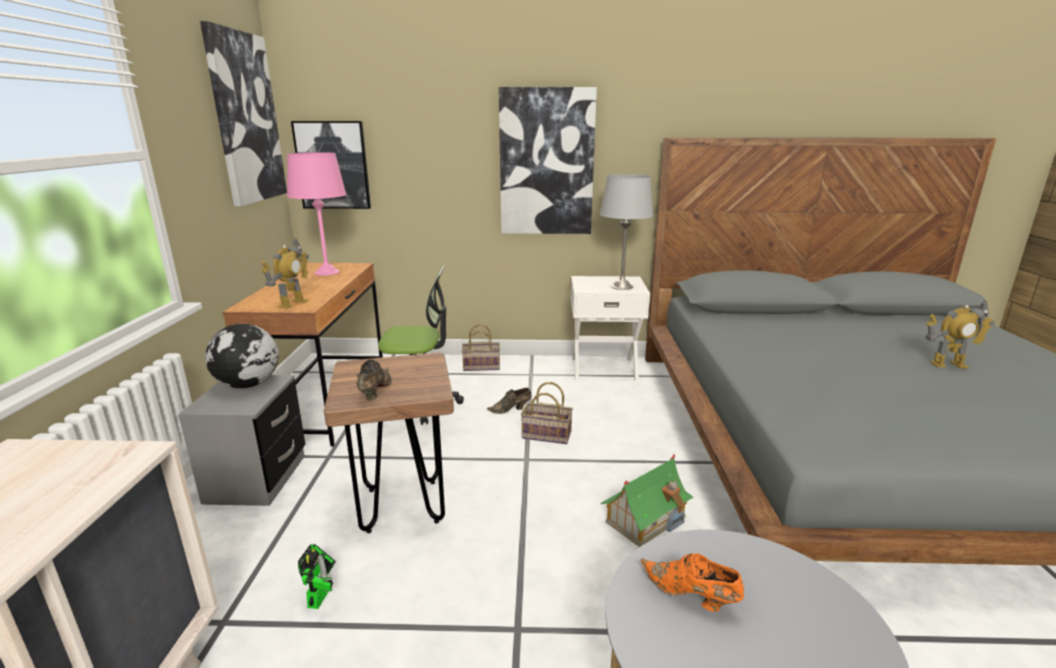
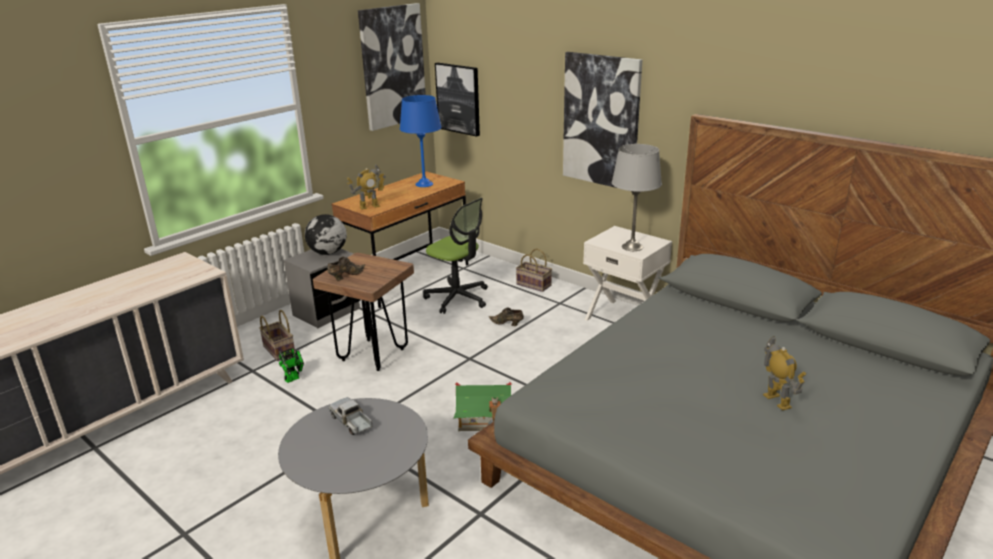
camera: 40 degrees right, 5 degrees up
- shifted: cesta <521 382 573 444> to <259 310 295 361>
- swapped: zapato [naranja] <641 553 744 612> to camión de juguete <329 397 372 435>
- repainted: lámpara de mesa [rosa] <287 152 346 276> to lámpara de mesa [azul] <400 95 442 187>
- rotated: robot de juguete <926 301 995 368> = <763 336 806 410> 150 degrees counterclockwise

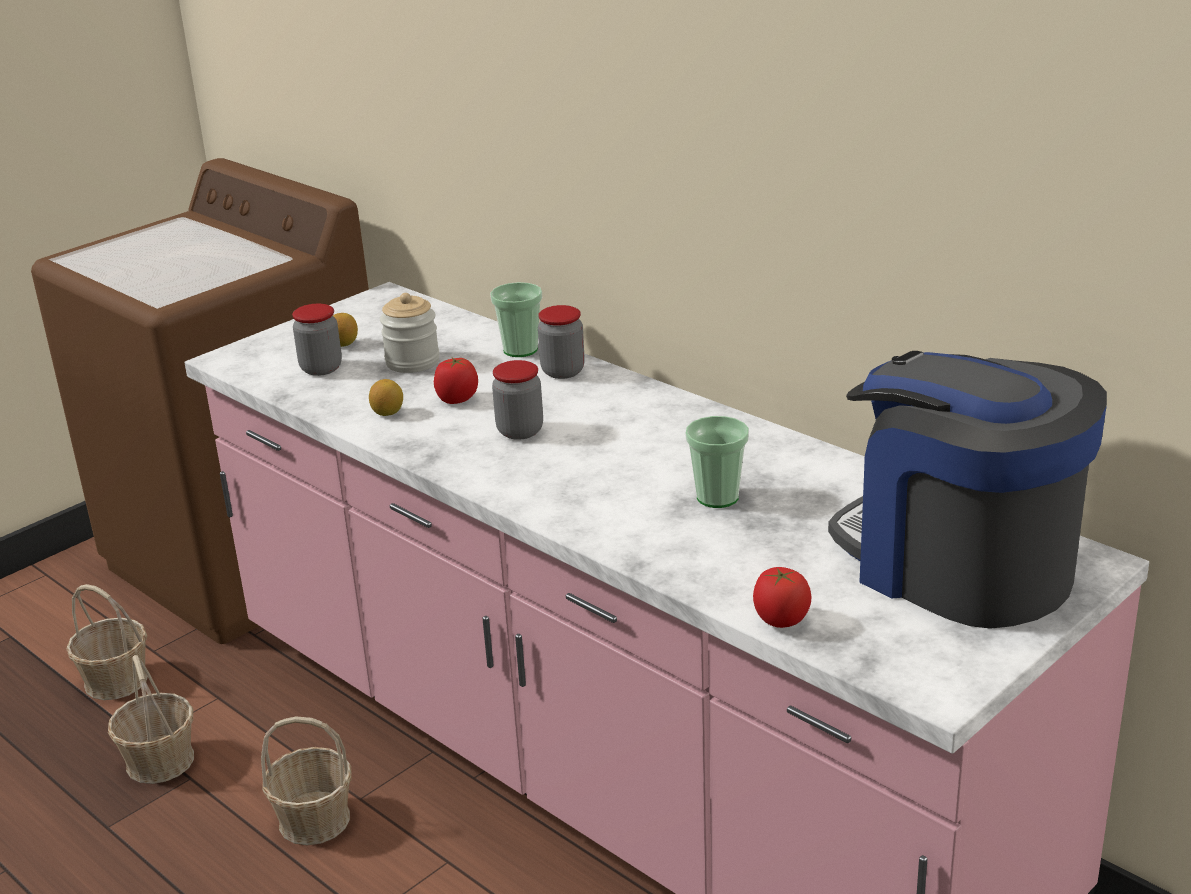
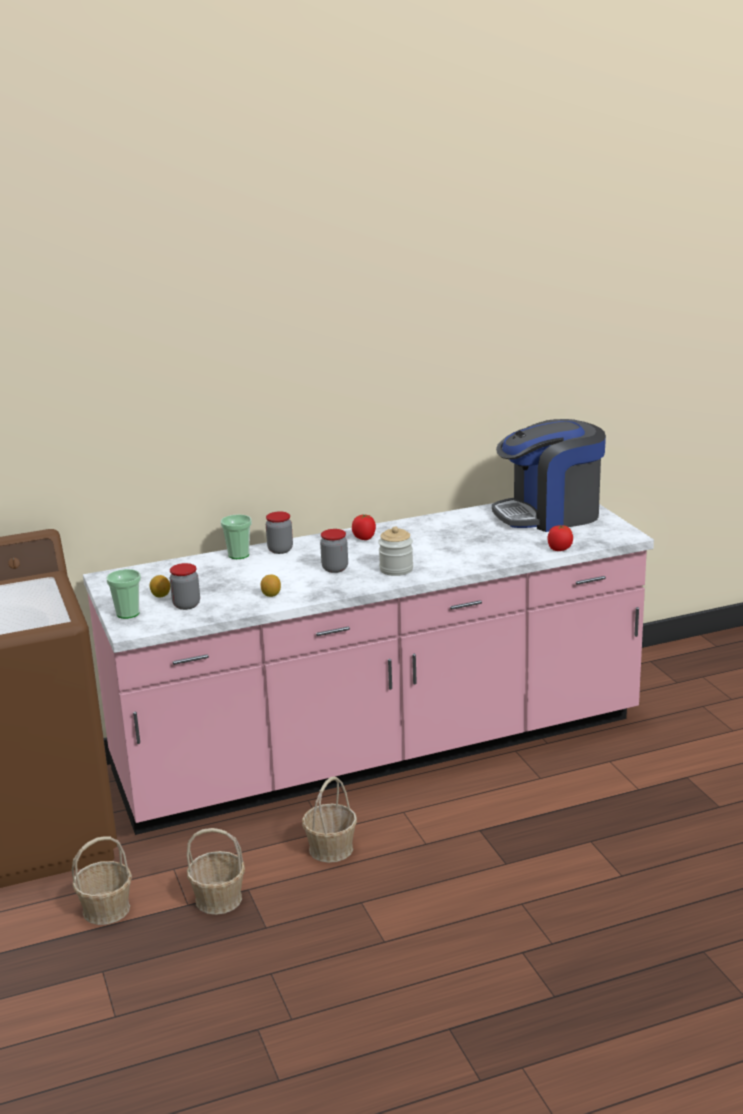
camera: 65 degrees left, 5 degrees down
- shifted: taza <685 416 749 508> to <106 569 141 619>
- shifted: tomate <434 358 478 404> to <352 515 376 540>
- shifted: tarro <380 293 440 373> to <378 526 413 576>

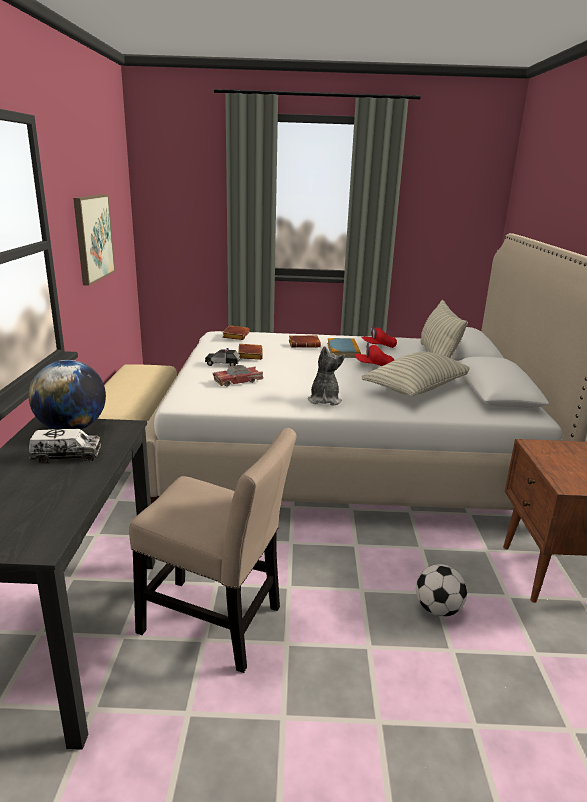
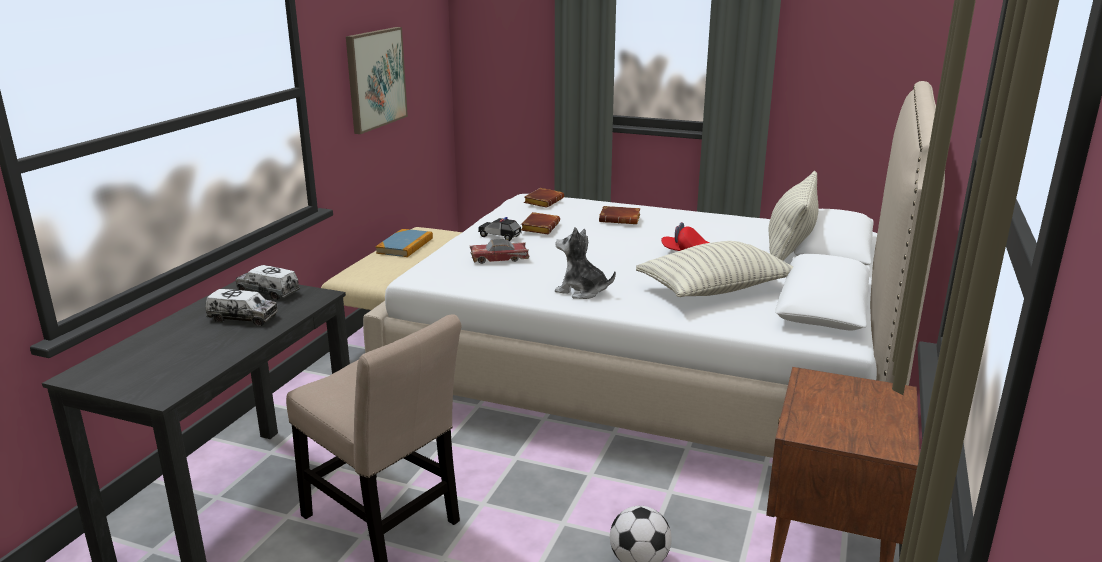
camera: 20 degrees right, 0 degrees up
- swapped: globo terráqueo <28 360 106 429> to camión de juguete <236 265 300 300>
- shifted: libro <327 338 361 358> to <375 229 433 257>
- rotated: peluche <308 346 345 406> = <555 227 616 299> 90 degrees counterclockwise
- gone: gorra [rojo] <362 325 397 348>

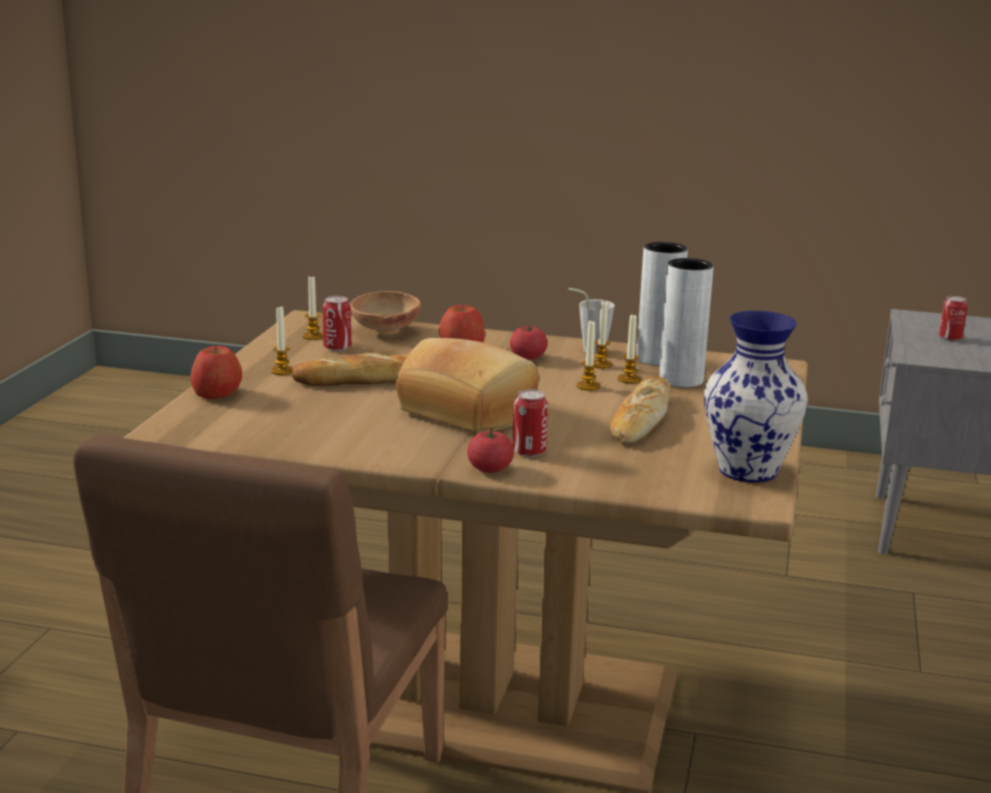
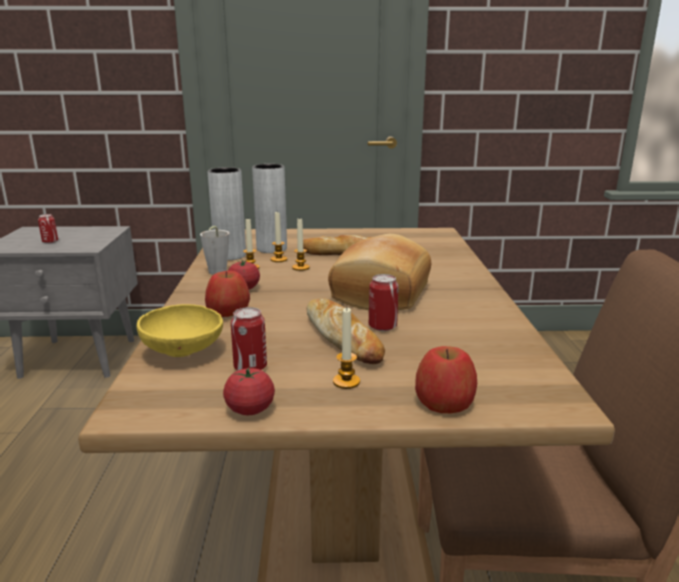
camera: 105 degrees left, 0 degrees up
- repainted: cuenco [marrón] <350 291 421 334> to cuenco [amarillo] <137 304 223 357>
- shifted: tomate <467 429 514 473> to <223 368 275 415>
- shifted: lata <513 389 548 457> to <369 274 399 331>
- gone: vela <302 275 323 340>
- gone: florero <704 311 808 483>

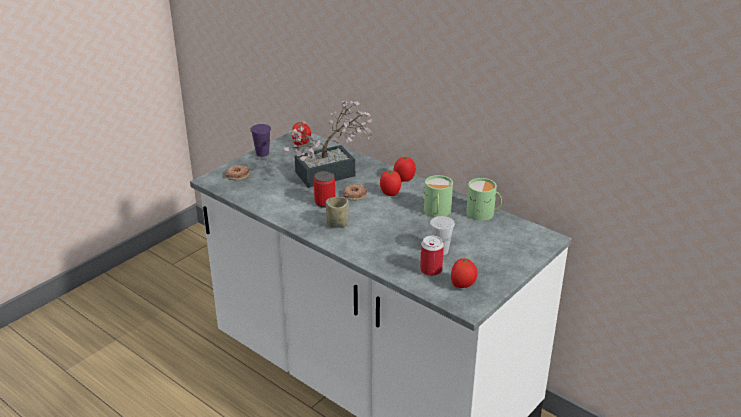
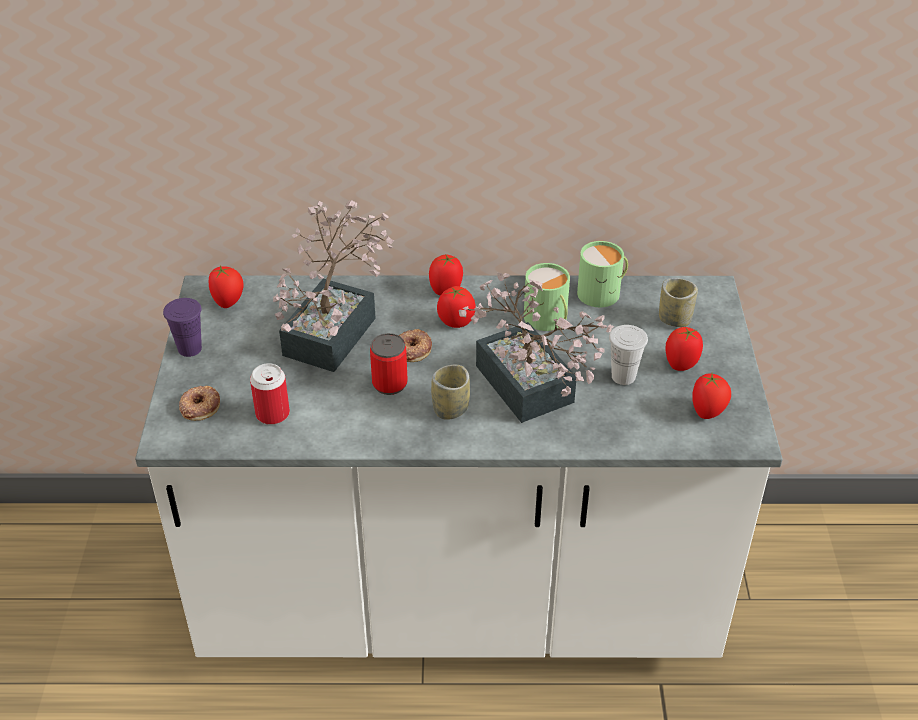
camera: 40 degrees left, 10 degrees up
- shifted: lata <420 235 444 276> to <250 363 290 425>
- new: planta en maceta <459 273 614 423>
- new: taza <659 278 698 327>
- new: tomate <666 327 703 371>

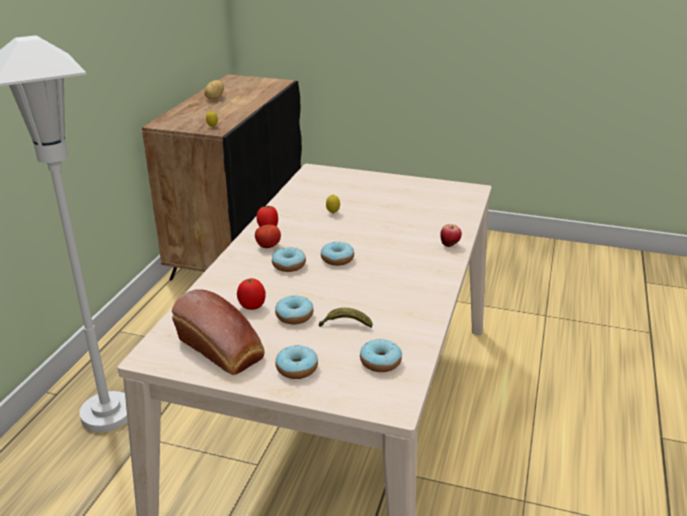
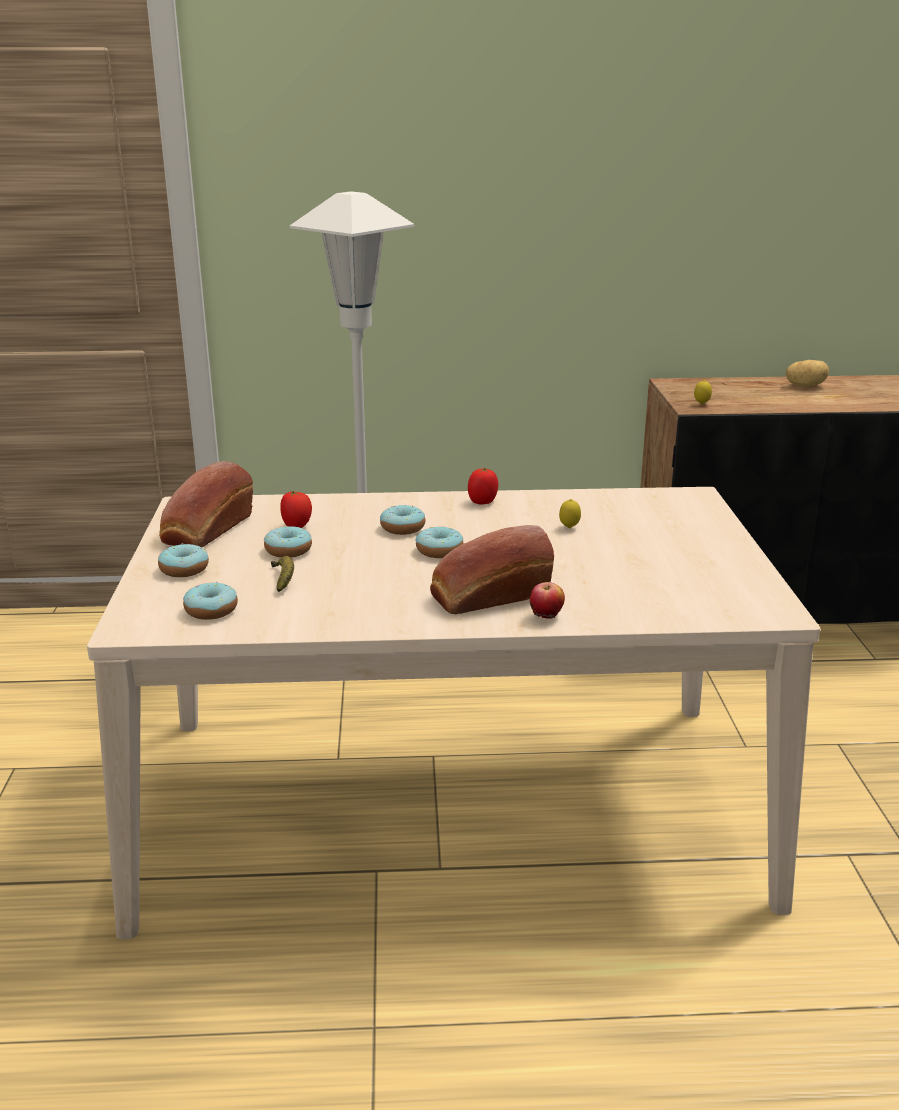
camera: 70 degrees right, 5 degrees down
- new: pan <430 525 554 614>
- gone: tomate <255 224 281 248>

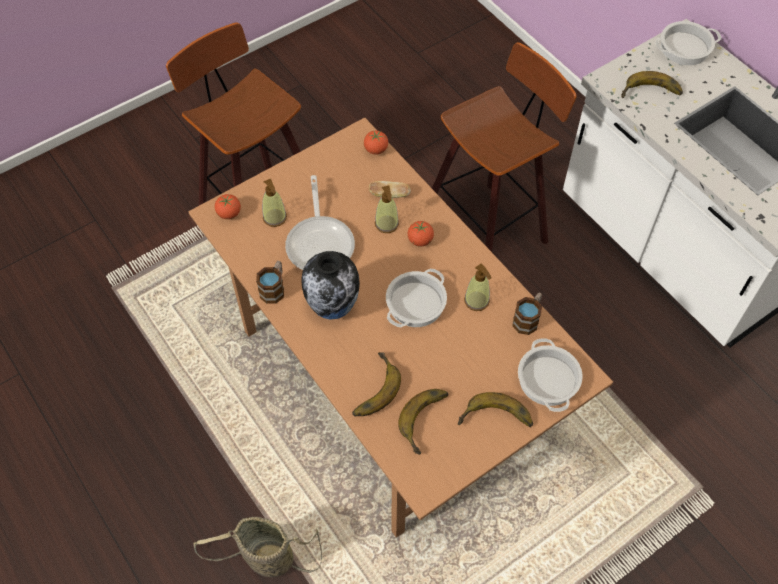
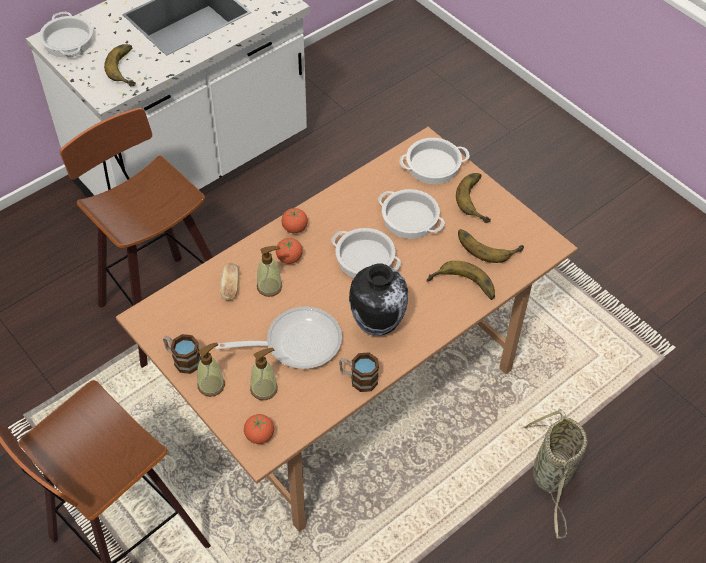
camera: 95 degrees left, 5 degrees down
- shifted: taza grande <512 293 542 335> to <163 334 201 374>
- shifted: dispensador de jabón <464 263 492 311> to <197 342 225 397>
- shifted: tomate <364 130 388 155> to <281 208 308 233>
- new: olla <378 189 445 239>

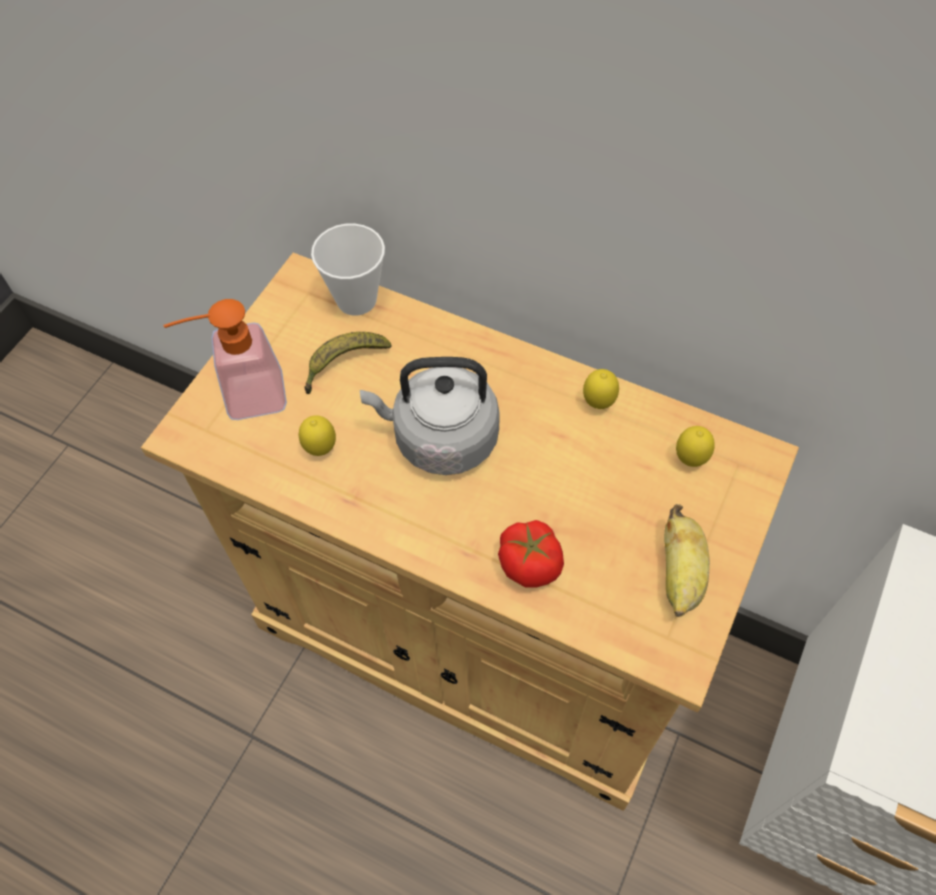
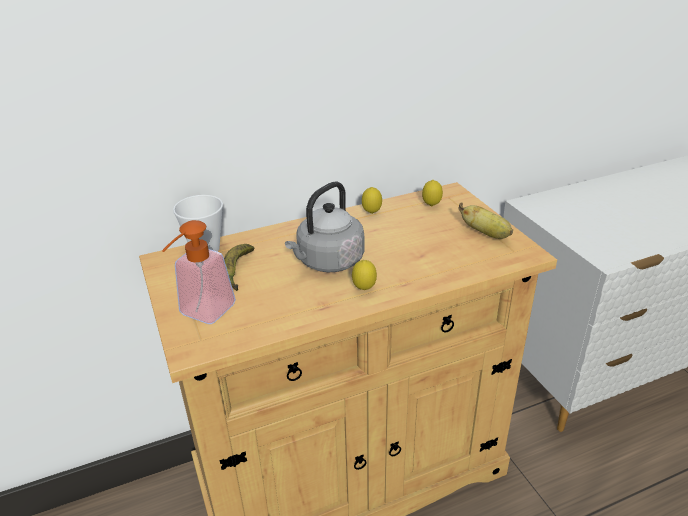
camera: 50 degrees left, 25 degrees down
- shifted: limón <299 415 336 456> to <352 260 377 290>
- gone: tomate <498 520 564 587>

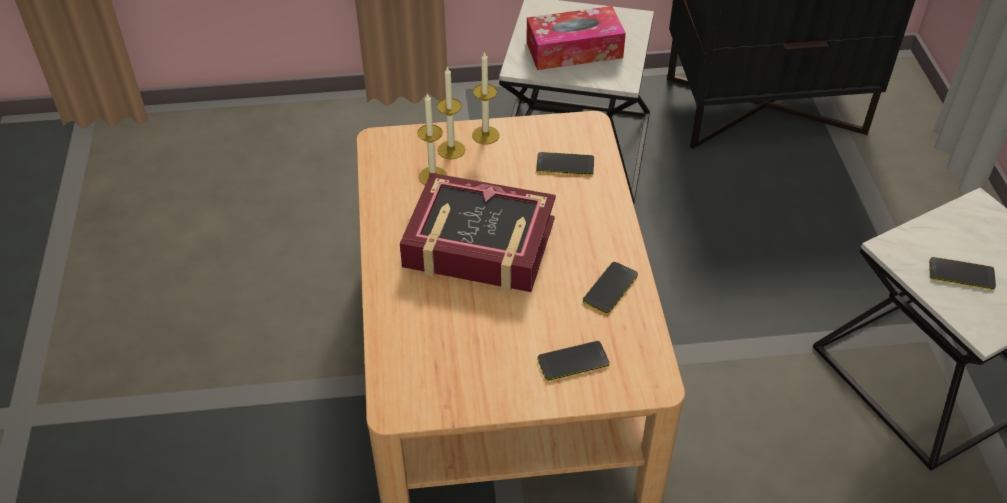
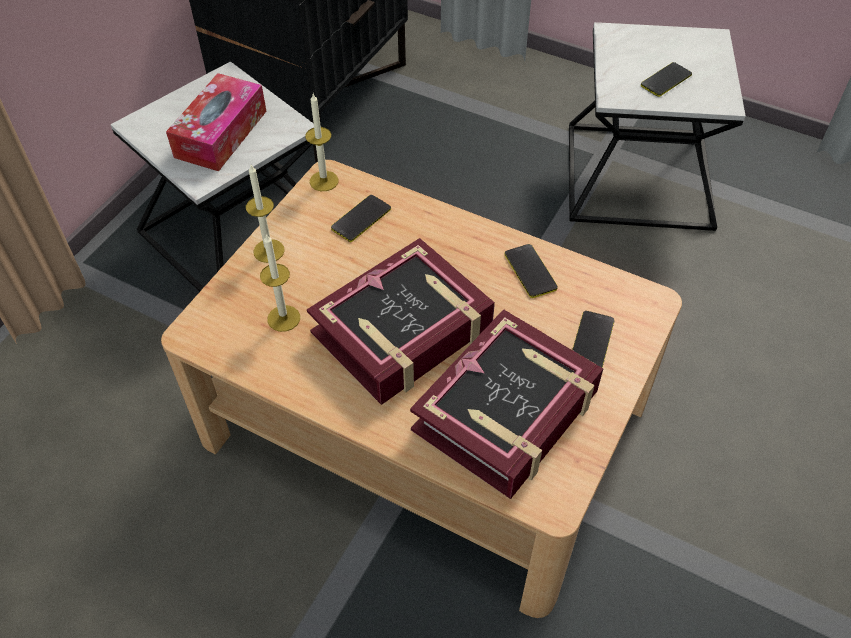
camera: 55 degrees left, 5 degrees up
- shifted: vela <437 66 465 160> to <305 94 339 191>
- new: libro <410 309 603 499>

